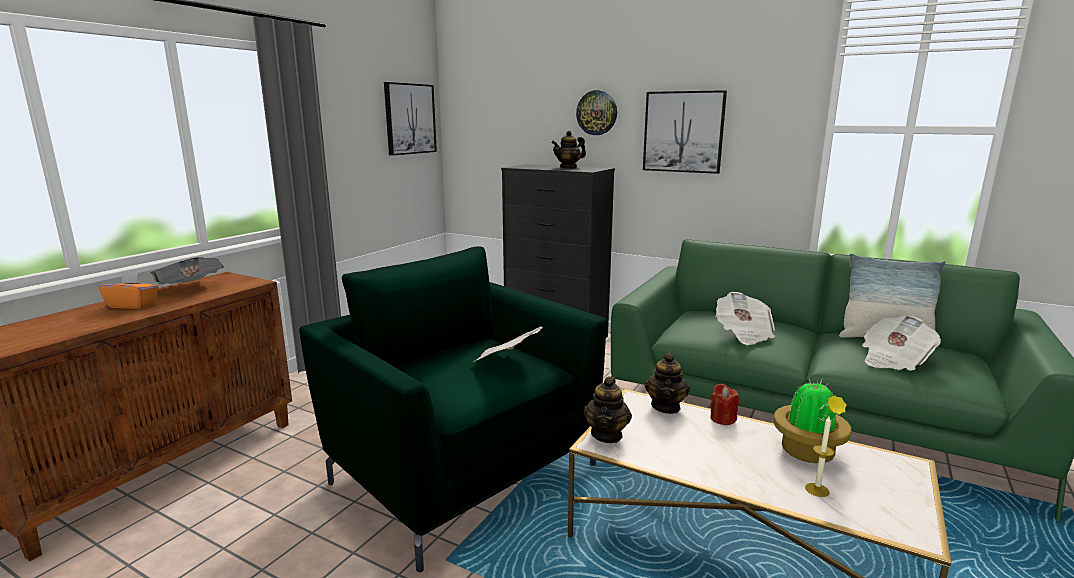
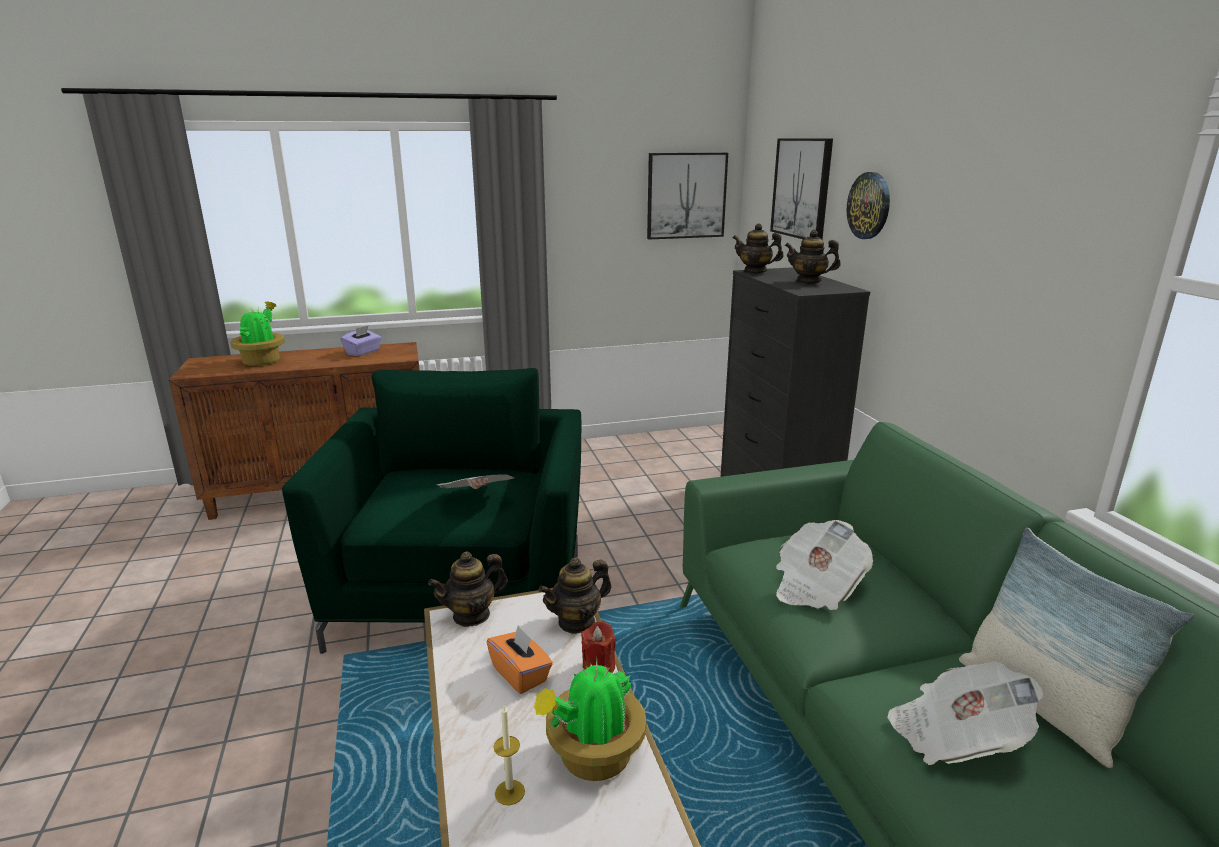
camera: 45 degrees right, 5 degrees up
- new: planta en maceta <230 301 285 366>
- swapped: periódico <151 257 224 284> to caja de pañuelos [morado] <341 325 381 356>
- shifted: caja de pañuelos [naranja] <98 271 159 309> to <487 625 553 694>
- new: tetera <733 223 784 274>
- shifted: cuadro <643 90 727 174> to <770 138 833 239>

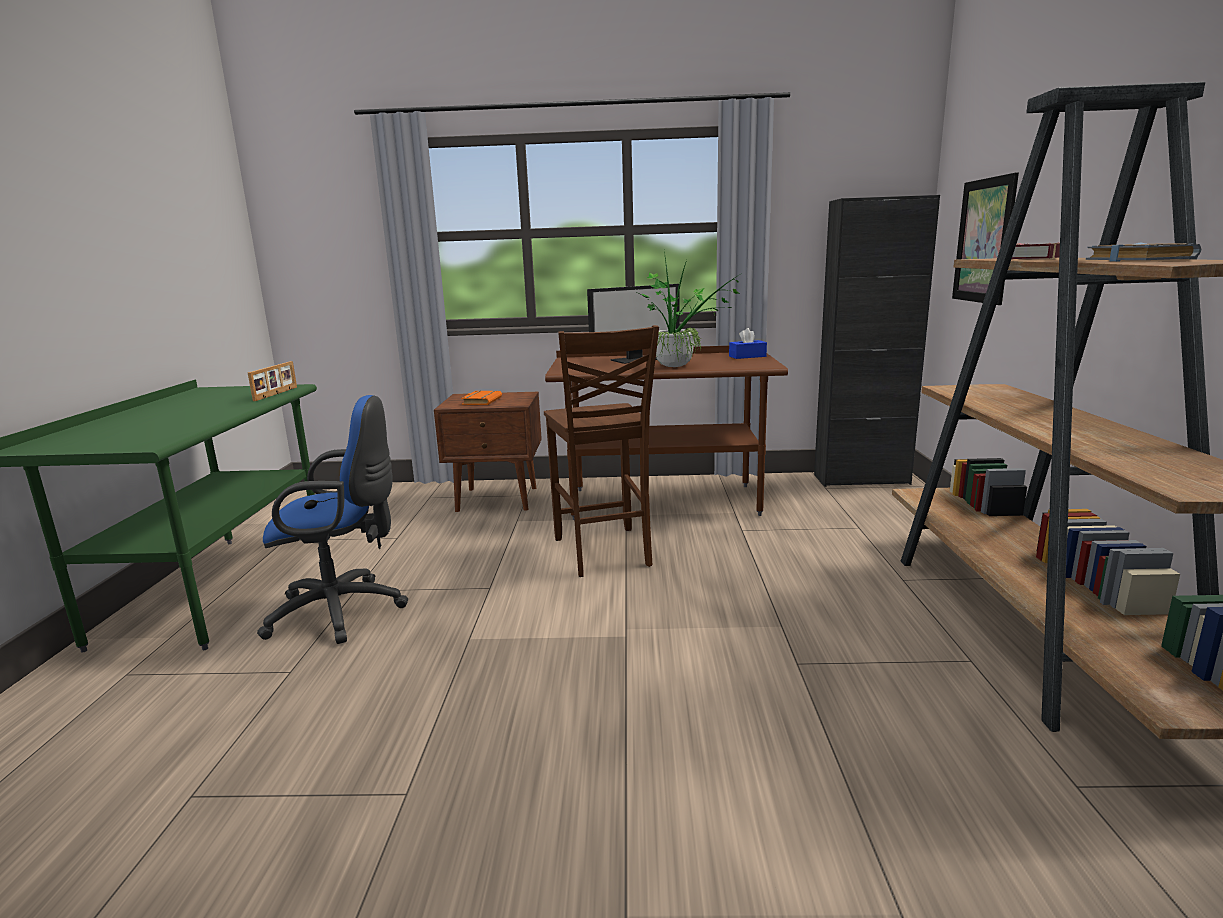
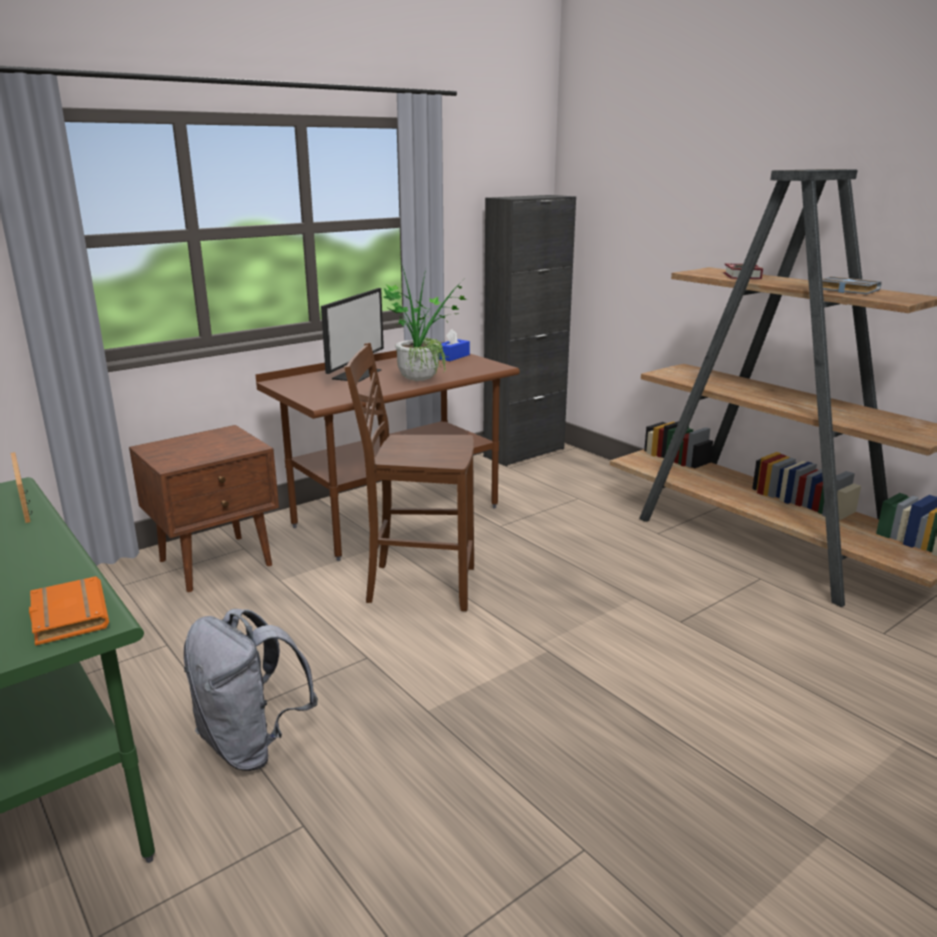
camera: 40 degrees left, 5 degrees up
- shifted: libro [naranja] <461 390 502 405> to <29 576 109 646>
- swapped: silla de oficina [azul] <257 395 408 644> to mochila [gris] <184 609 318 771>
- rotated: silla [marrón] <544 325 659 577> = <344 343 474 611> 150 degrees clockwise
- gone: cuadro <952 172 1019 305>

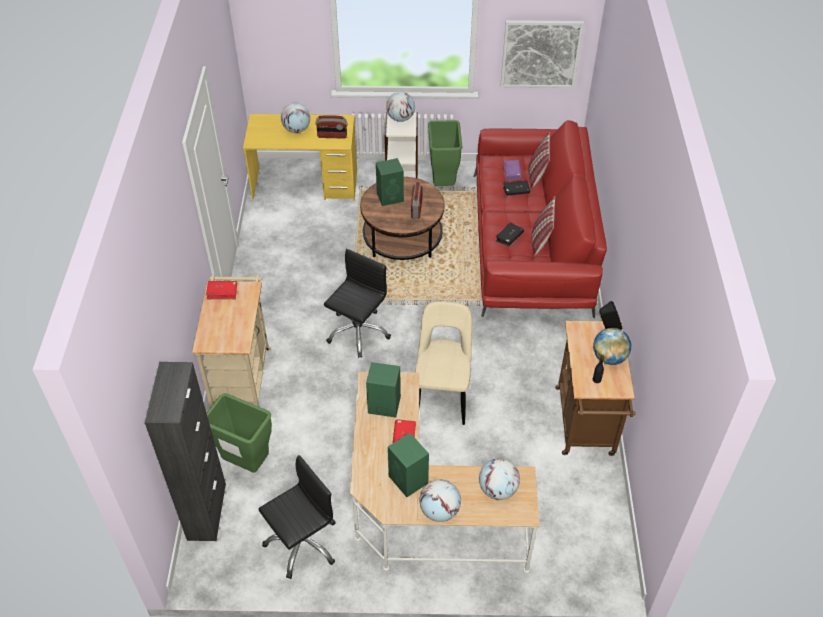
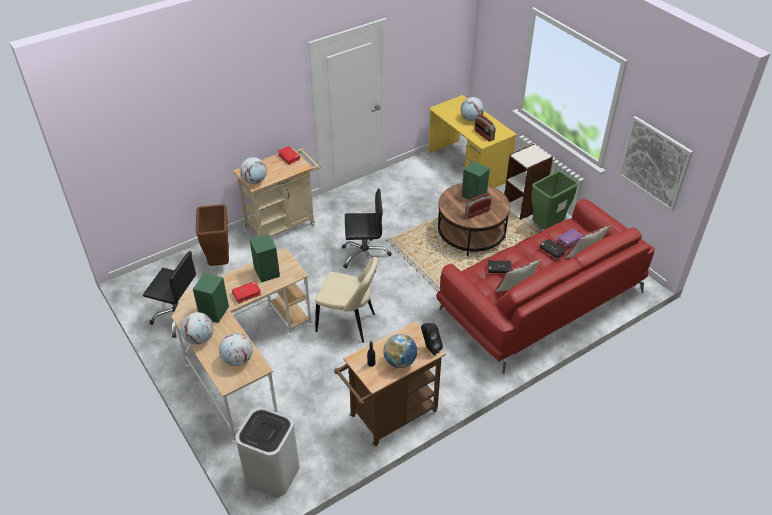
camera: 55 degrees right, 5 degrees down
- repainted: papelera [verde] <207 394 272 473> to papelera [marrón] <196 204 229 266>
- new: papelera [blanco] <235 407 300 497>
- shifted: globo terráqueo <386 92 415 122> to <240 157 267 184>
- rotated: silla [beis] <415 301 472 425> = <315 257 378 343> 45 degrees clockwise
- gone: armario [negro] <145 362 226 541>

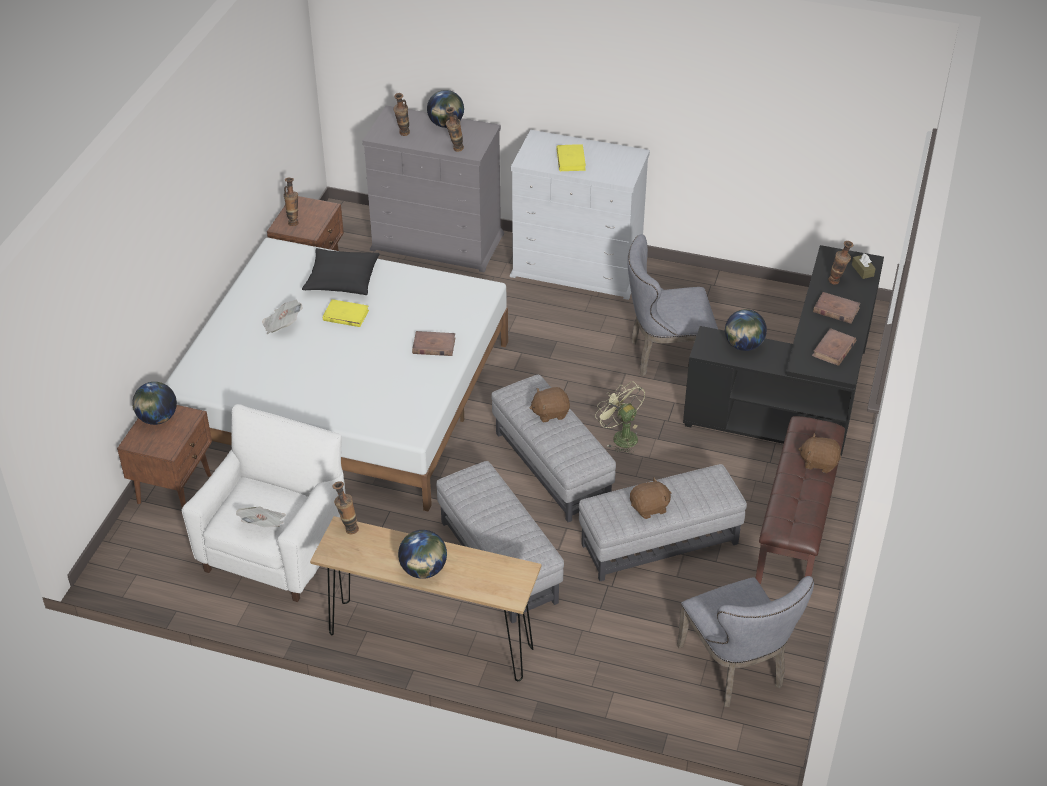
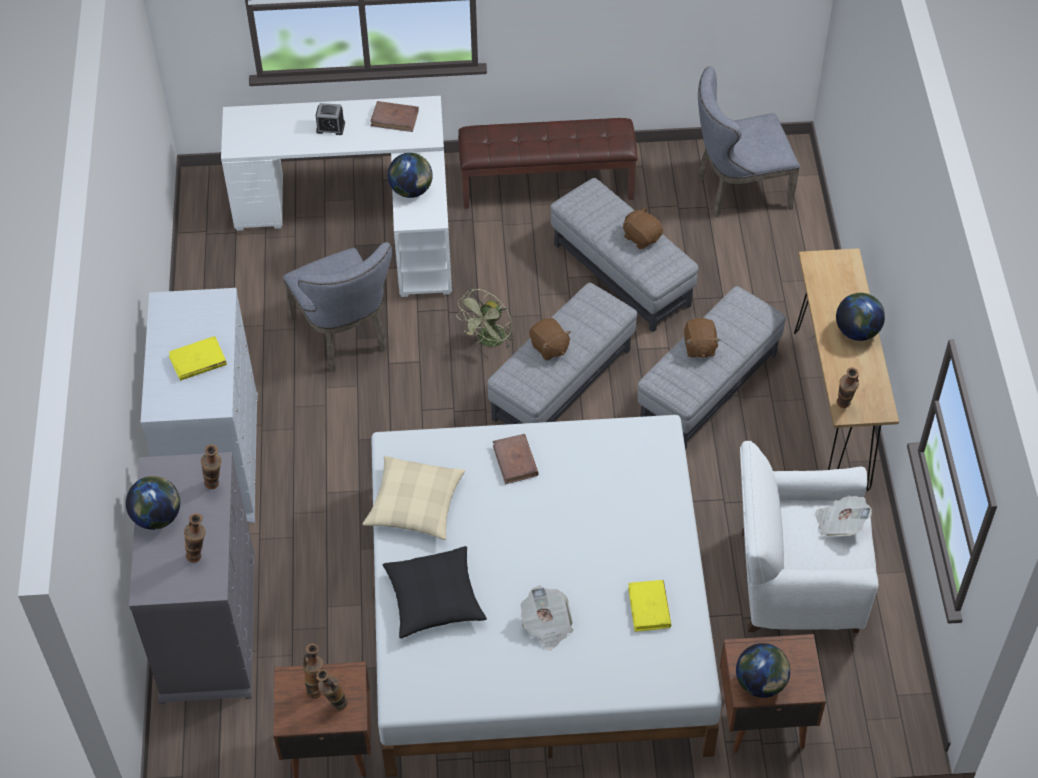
camera: 110 degrees left, 10 degrees up
- repainted: escritorio [negro] <683 245 884 456> to escritorio [blanco] <221 96 452 297>
- shifted: florero <828 241 853 285> to <303 643 324 698>
- swapped: libro [marrón] <813 292 861 324> to despertador <316 103 345 135>
- new: cojín [beis] <363 456 465 540>
- shifted: libro [amarillo] <323 299 369 327> to <628 580 671 632>
- shifted: peluche [marrón] <798 433 841 473> to <684 318 720 358>
- rotated: silla [gris] <677 576 814 707> = <698 66 800 218> 150 degrees counterclockwise
- gone: caja de pañuelos [marrón] <852 253 876 279>

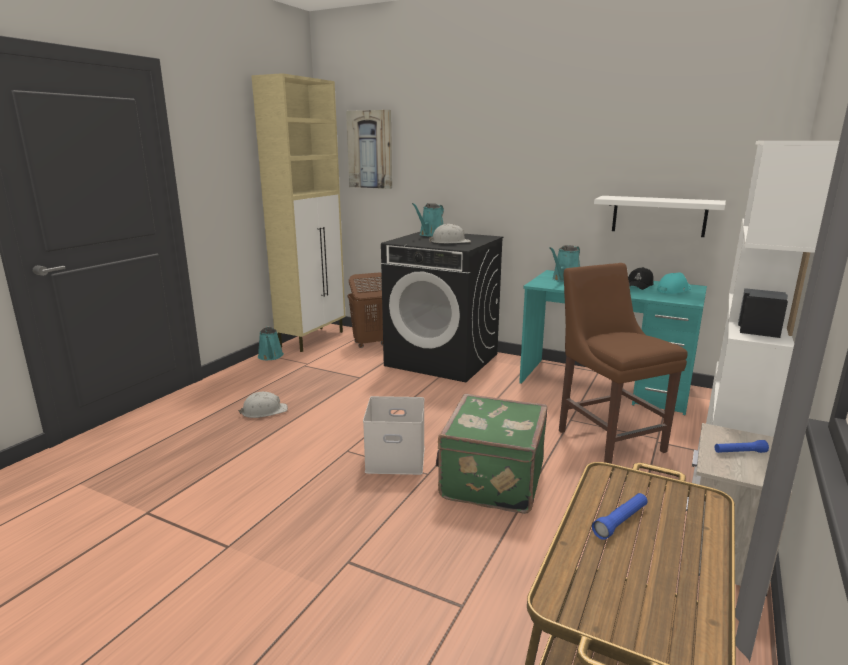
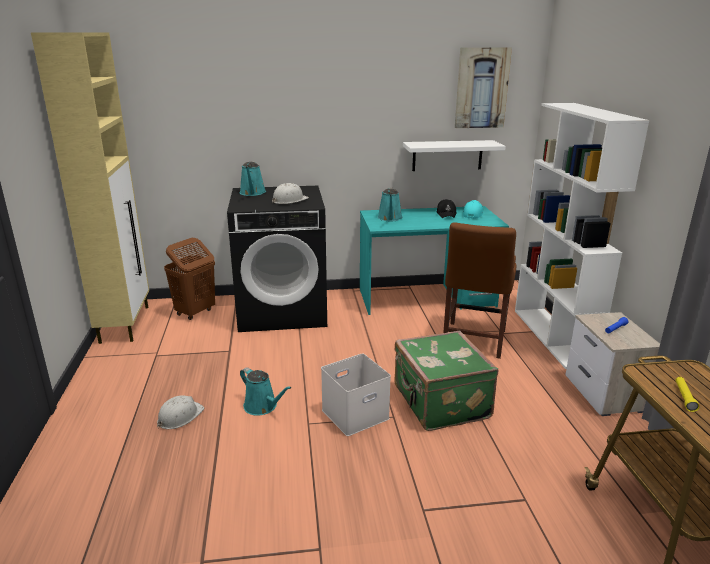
camera: 35 degrees left, 5 degrees up
- shifted: regadera [turquesa] <258 326 284 360> to <240 367 291 416>
- rotated: silla [marrón] <559 263 688 464> = <443 222 516 359> 105 degrees counterclockwise
- shifted: cuadro <346 110 392 189> to <455 47 512 128>
- repainted: linterna [azul] <592 493 648 540> to linterna [amarillo] <676 377 700 412>

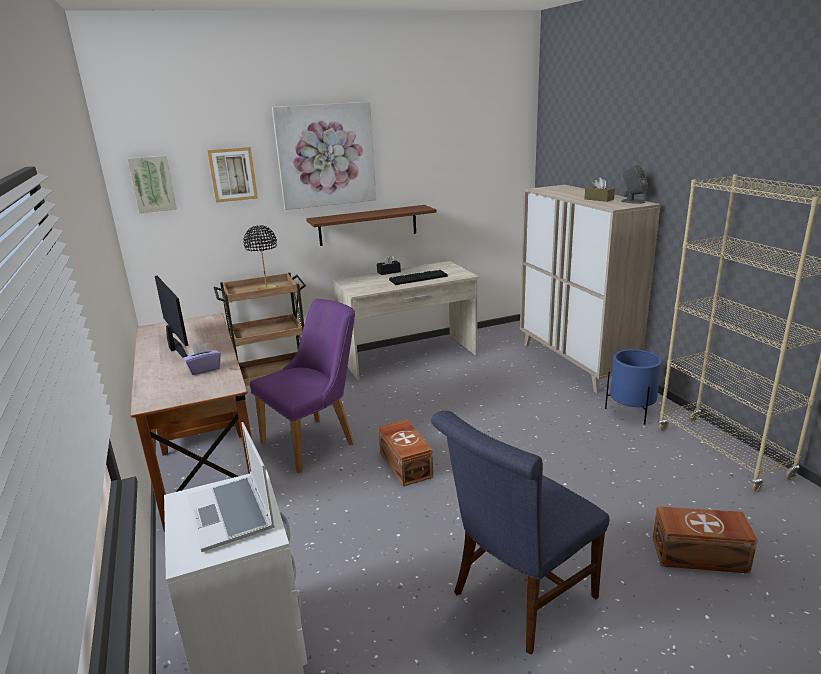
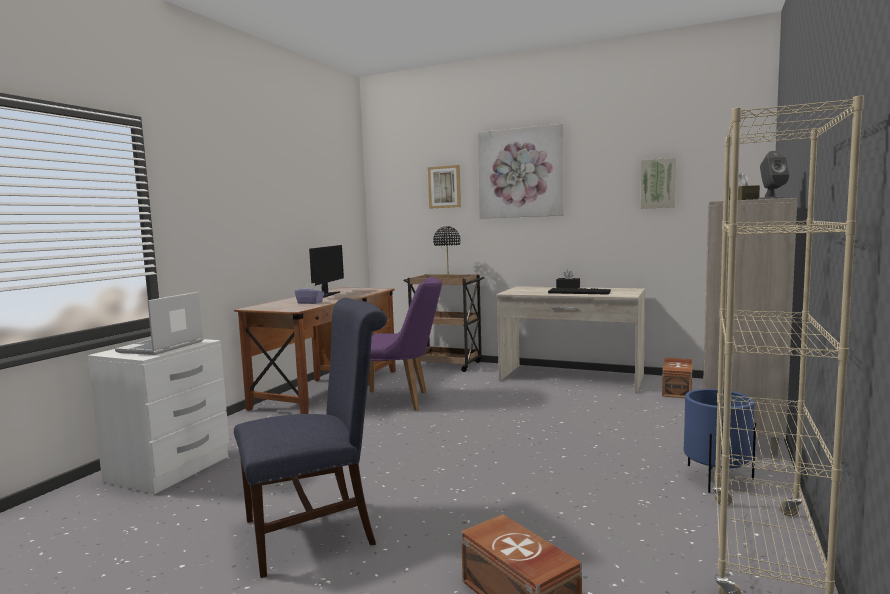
camera: 45 degrees right, 15 degrees down
- rotated: silla [azul] <431 410 609 655> = <234 298 387 578> 150 degrees clockwise
- shifted: cuadro <128 155 177 213> to <641 158 676 209>
- shifted: caja de almacenaje [marrón] <378 419 433 486> to <662 358 692 398>
- gone: estante [marrón] <306 205 437 246>

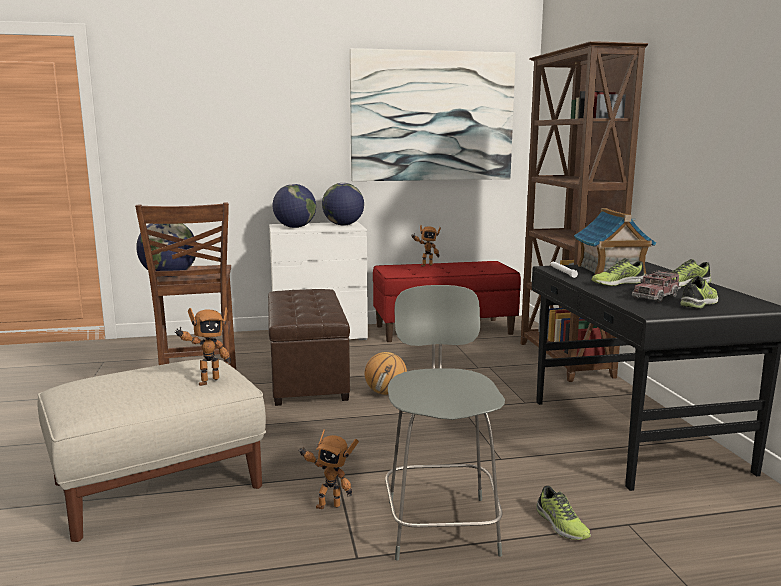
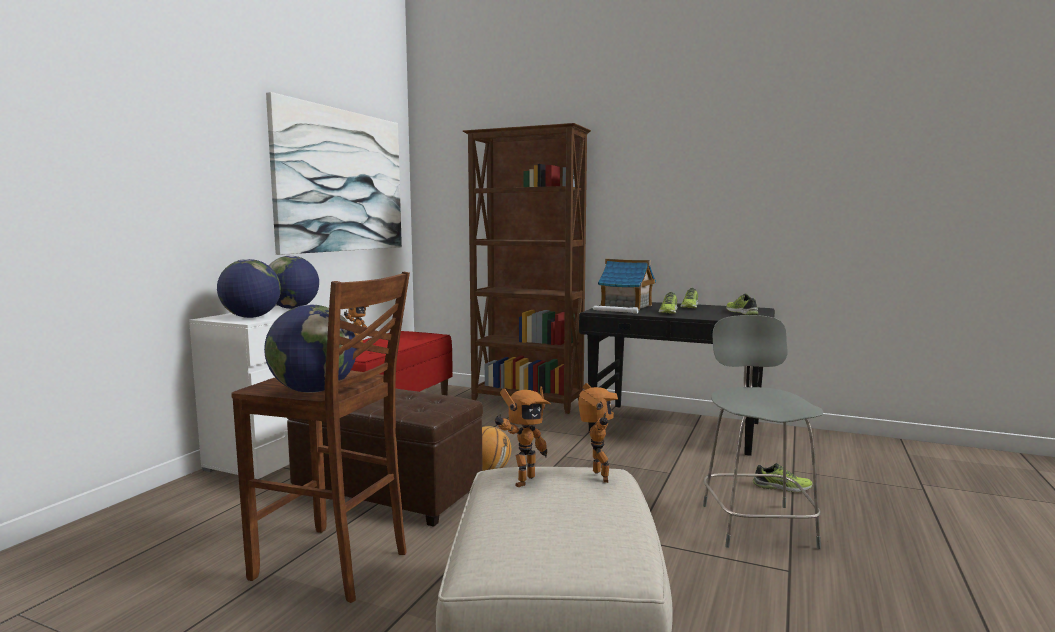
camera: 55 degrees left, 5 degrees down
- shifted: robot de juguete <298 429 359 509> to <495 386 551 487>
- rotated: silla [gris] <385 285 505 560> = <703 315 824 549> 60 degrees clockwise
- gone: camión de juguete <632 270 681 303>

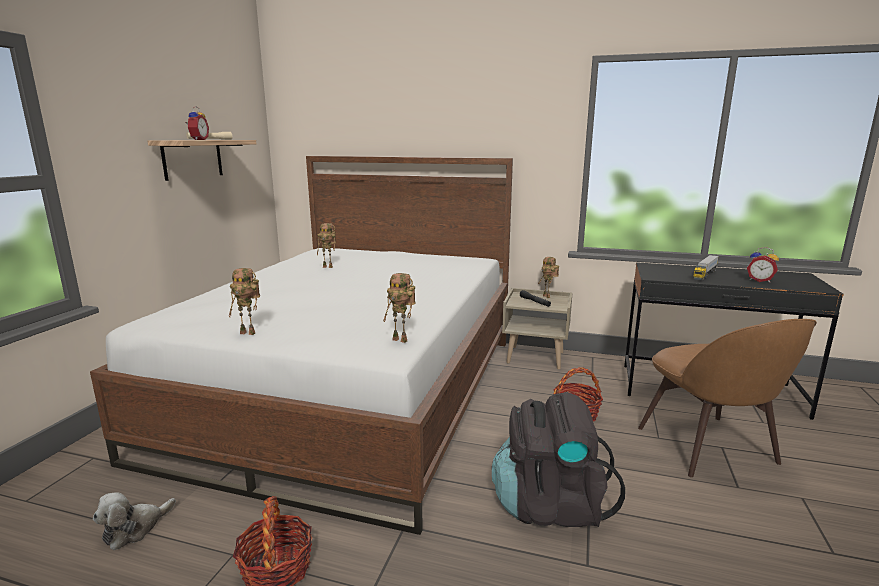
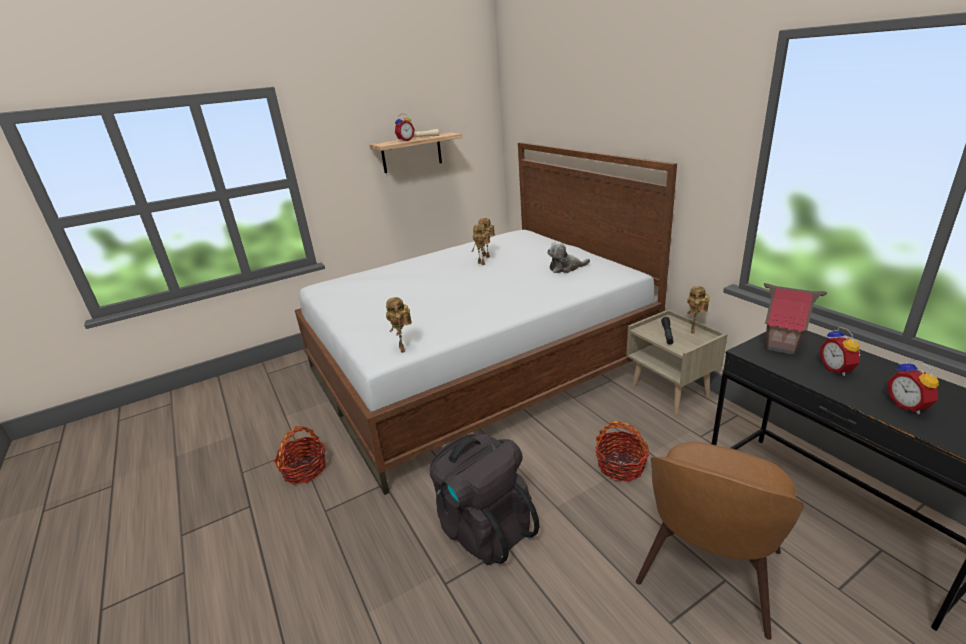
camera: 45 degrees right, 10 degrees up
- shifted: robot de juguete <229 268 260 335> to <472 224 490 265>
- shifted: peluche <93 492 176 550> to <547 241 590 273>
- new: casita <764 283 827 356>
- swapped: camión de juguete <693 255 719 280> to despertador <820 327 860 376>

